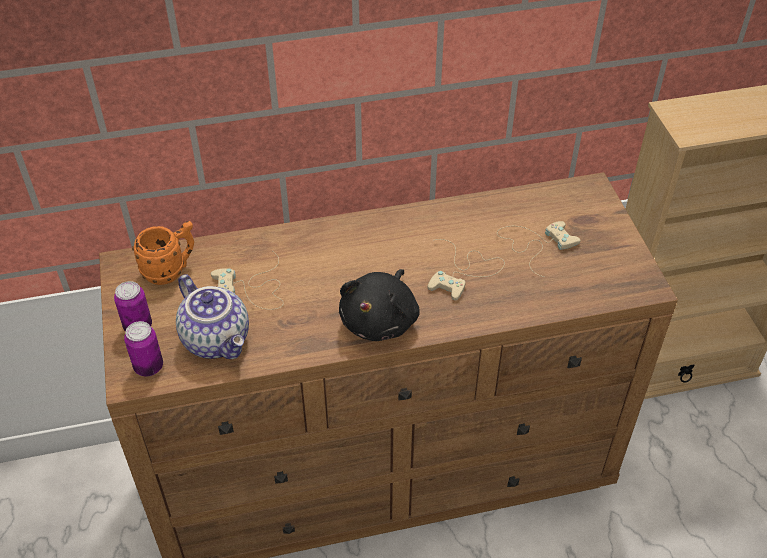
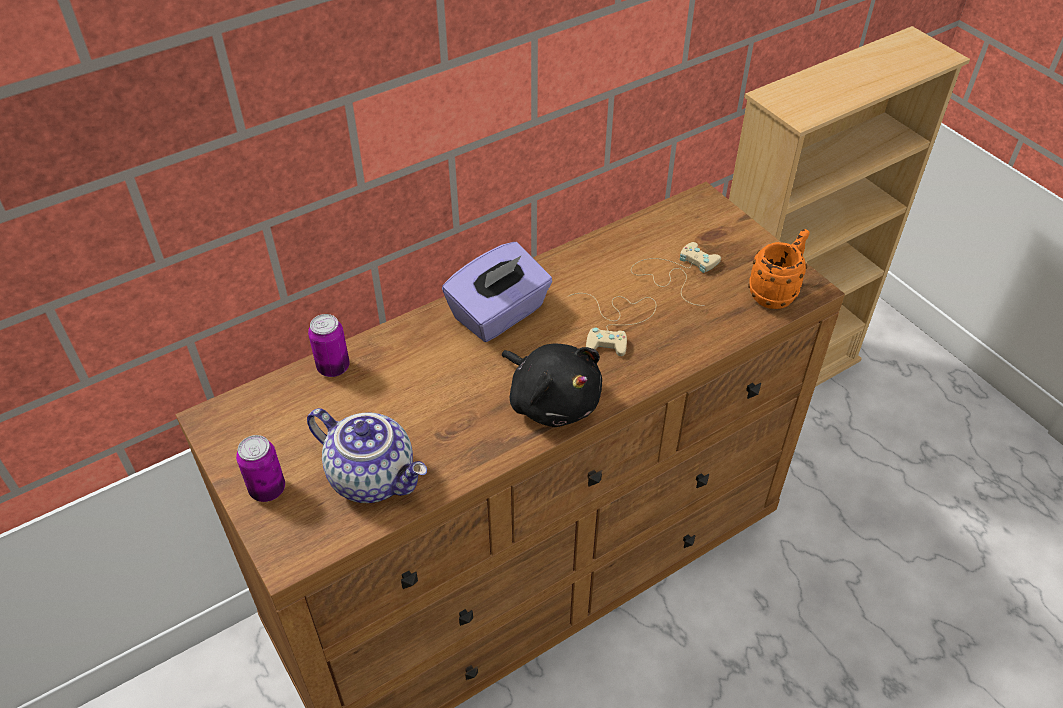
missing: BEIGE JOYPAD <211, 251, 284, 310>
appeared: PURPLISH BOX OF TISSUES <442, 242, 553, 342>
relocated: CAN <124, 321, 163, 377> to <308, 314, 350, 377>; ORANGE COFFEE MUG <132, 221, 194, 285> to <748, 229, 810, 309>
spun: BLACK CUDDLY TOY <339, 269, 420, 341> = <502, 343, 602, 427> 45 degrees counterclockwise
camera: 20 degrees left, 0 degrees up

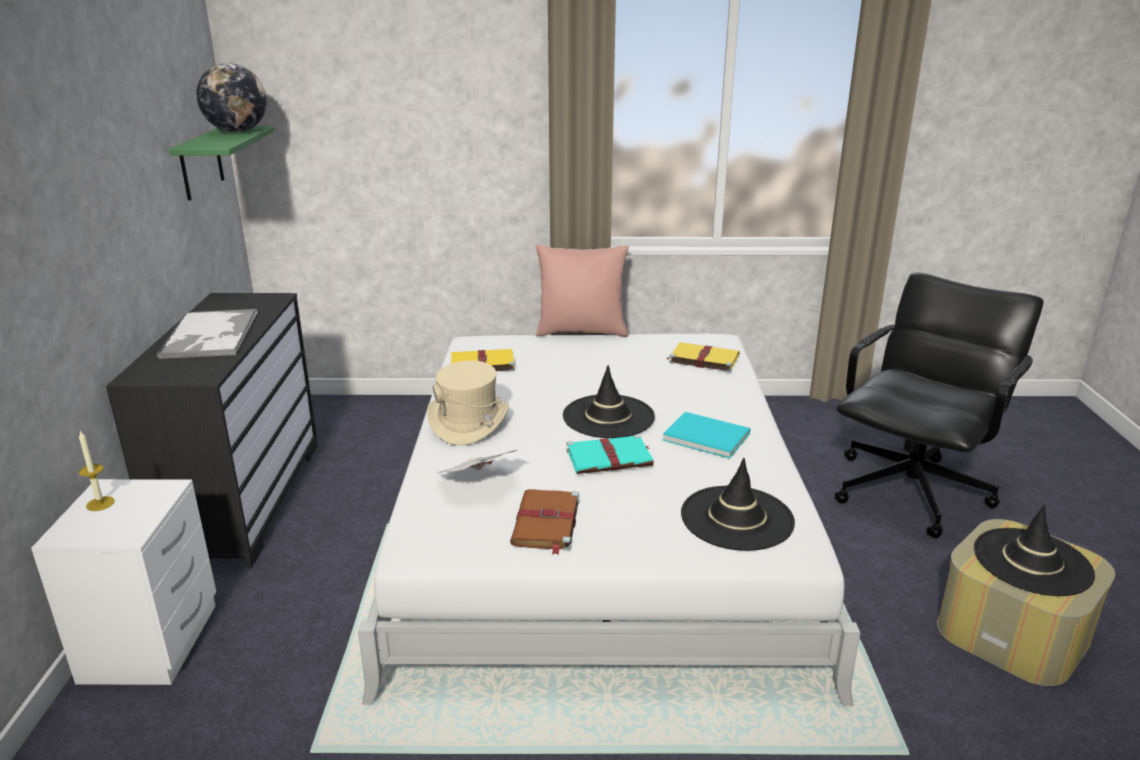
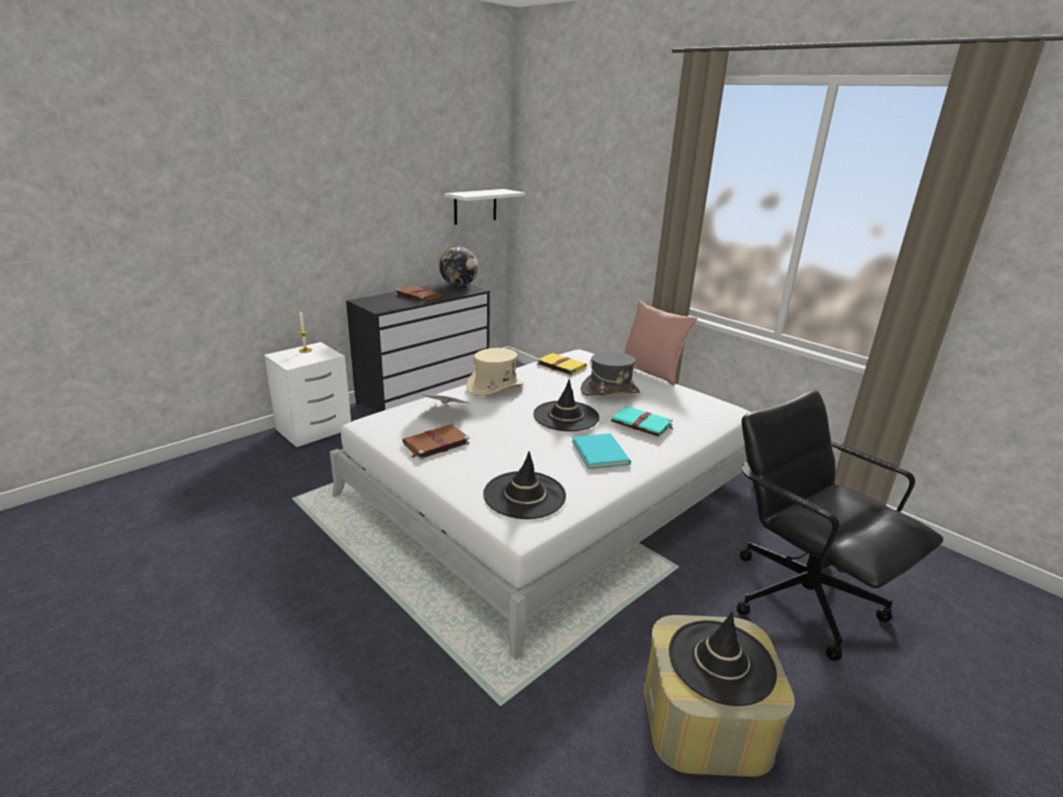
missing: YELLOW BOUND BOOK <666, 342, 740, 372>
appeared: GREYISH HAT <581, 352, 640, 396>
relocated: WORLD GLOBE <197, 63, 267, 132> to <439, 247, 478, 286>; TURQUOISE BOUND BOOK <567, 434, 654, 474> to <611, 405, 674, 437>
exchanged: SERVING TRAY <157, 309, 257, 359> to BROWNISH BOUND BOOK <395, 286, 442, 303>
colour: GREEN-COLOURED BRACKET SHELF <169, 126, 274, 201> to WHITISH BRACKET SHELF <445, 189, 525, 225>
spun: BLACK COMPUTER CHAIR <834, 272, 1043, 538> = <737, 390, 944, 661> 120 degrees counterclockwise
camera: 45 degrees right, 0 degrees up

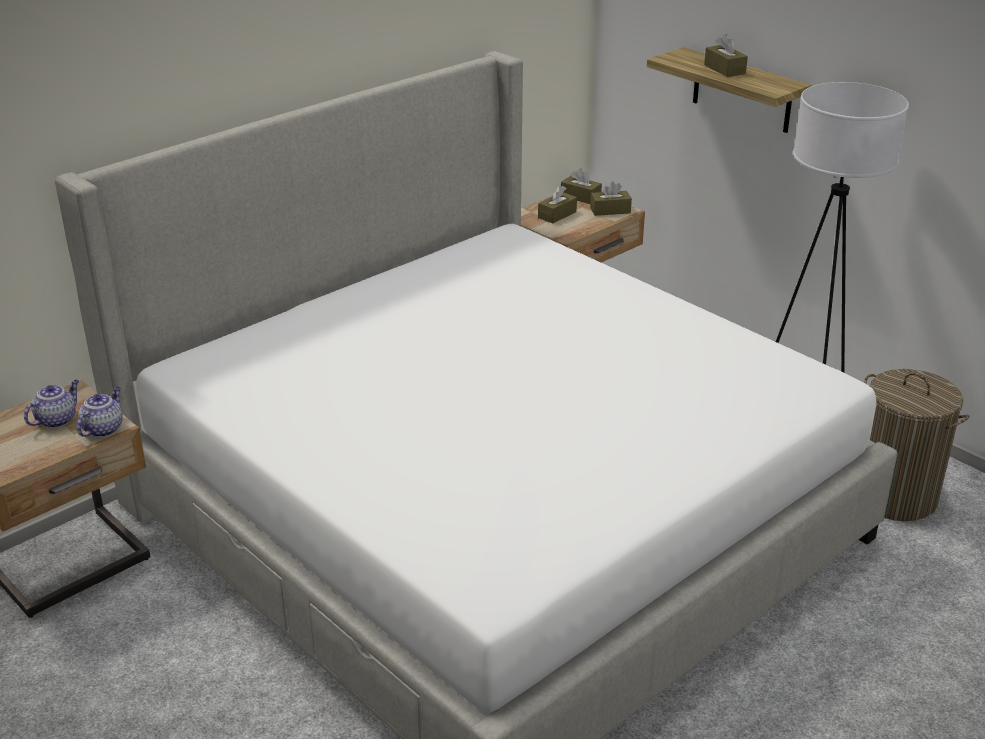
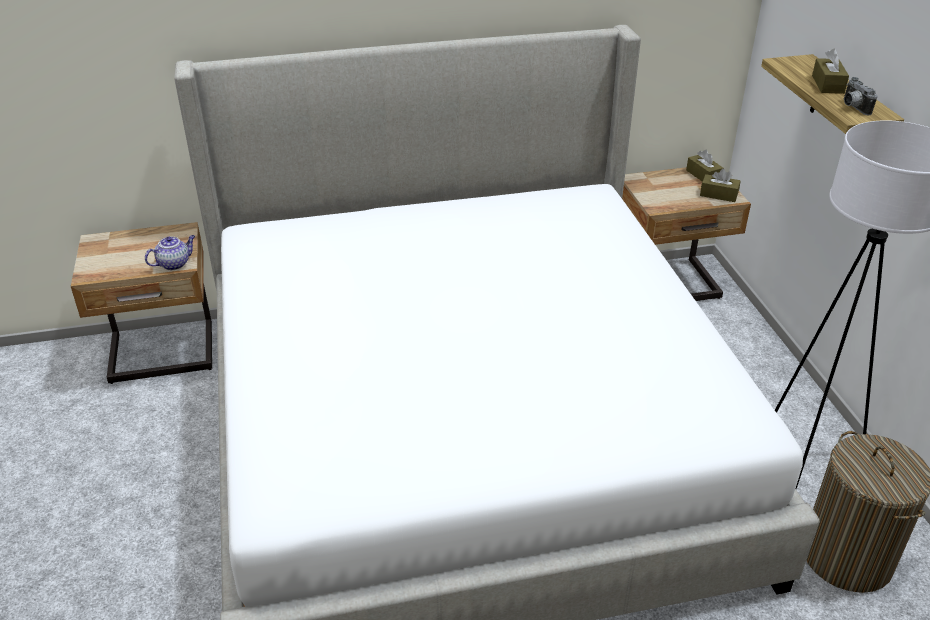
missing: POT FOR TEA <24, 380, 79, 428>; BROWNISH BOX OF TISSUES <538, 186, 577, 223>
appeared: PHOTO CAMERA <844, 77, 878, 115>
camera: 30 degrees right, 5 degrees up

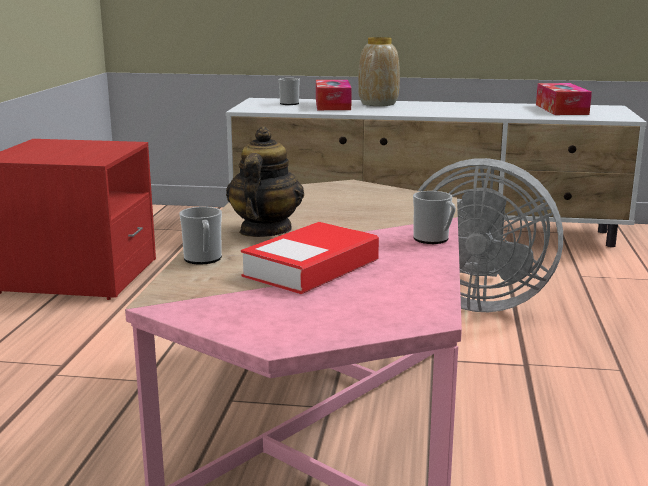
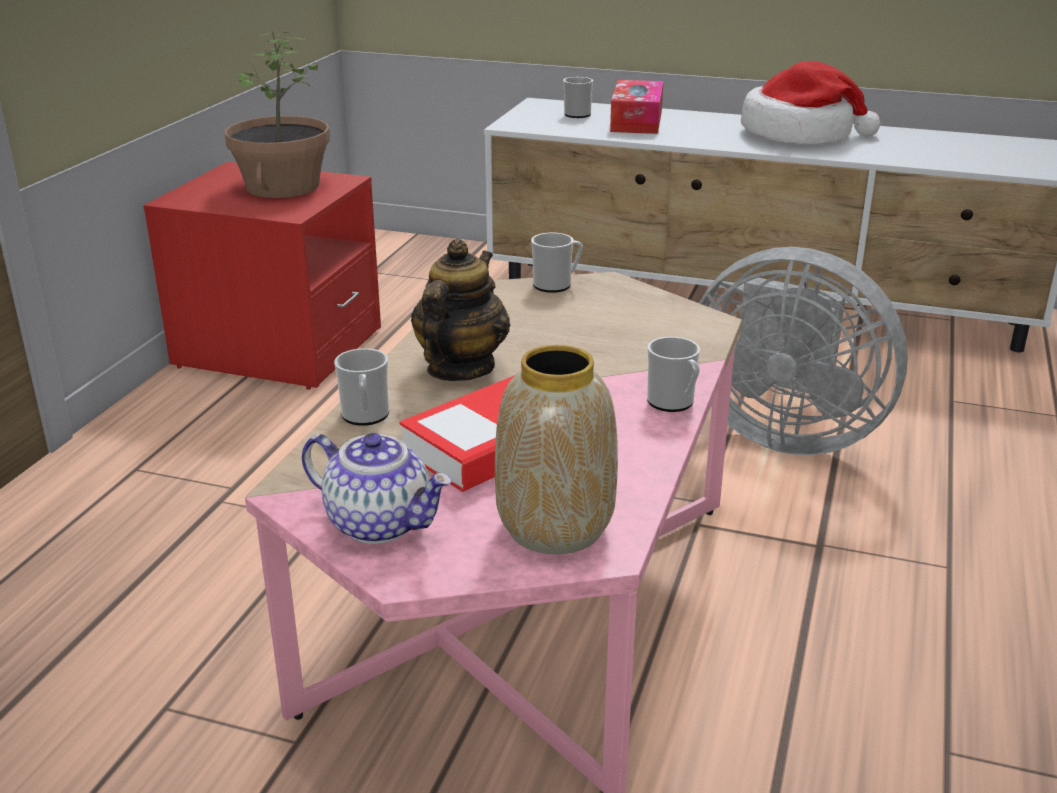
missing: BOX OF TISSUES <536, 83, 592, 115>
appeared: HOUSEPLANT <224, 31, 330, 198>; POT FOR TEA <302, 433, 452, 544>; COFFEE MUG <531, 233, 583, 293>; HAT <741, 61, 880, 144>
relocated: FLOWER VASE <358, 37, 400, 106> to <495, 345, 618, 554>
camera: 10 degrees right, 10 degrees up

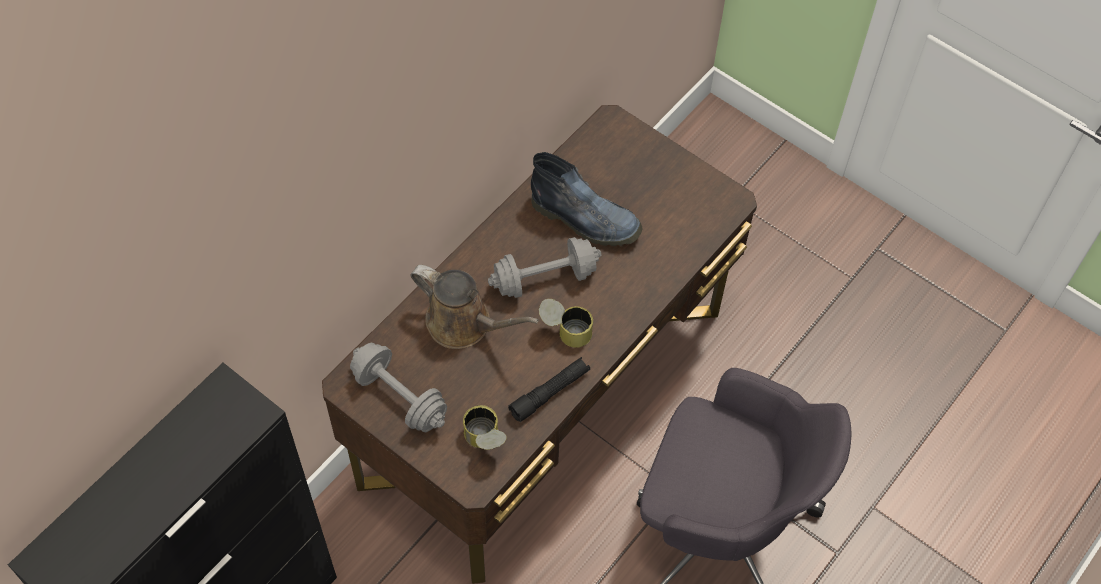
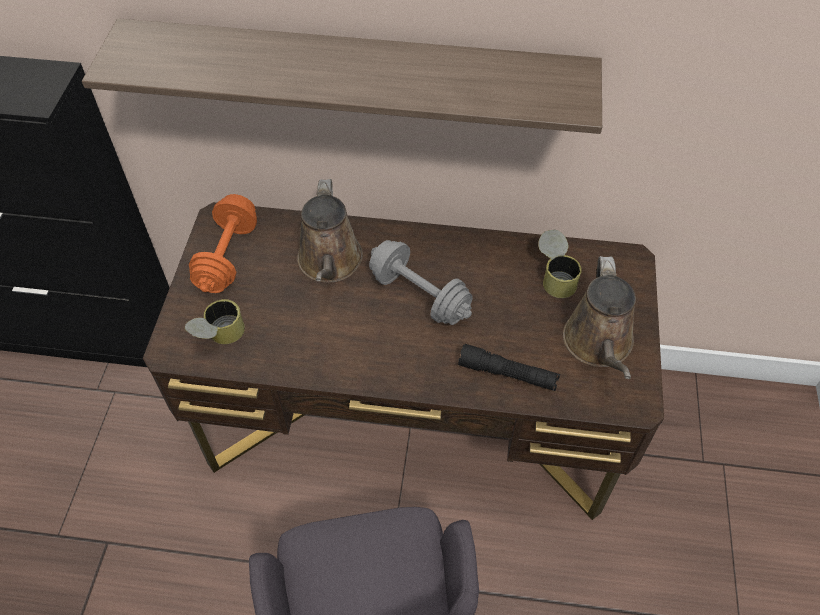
missing: TALL BOOT <531, 152, 643, 246>
appeared: BRACKET SHELF <82, 18, 602, 134>; BROWNISH WATERING CAN <563, 256, 636, 379>
relocated: BLACK FLASHLIGHT <508, 357, 590, 422> to <458, 344, 560, 391>; CAN <539, 299, 593, 348> to <538, 230, 582, 298>
colour: GREYISH HAND WEIGHT <350, 342, 447, 432> to ORANGE HAND WEIGHT <189, 194, 257, 293>
camera: 60 degrees right, 5 degrees down

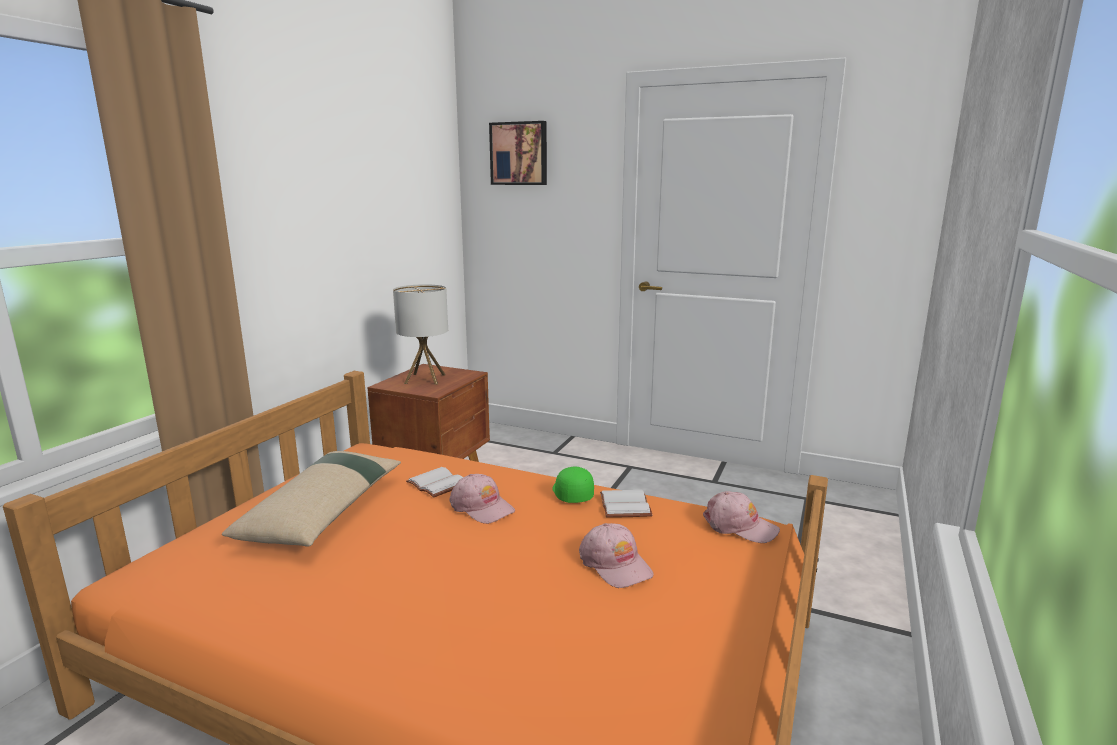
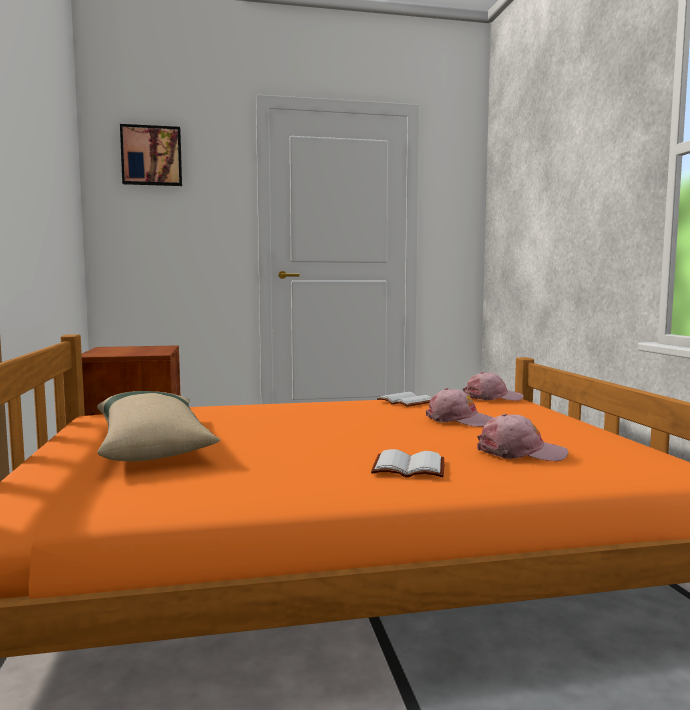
missing: TABLE LAMP <393, 284, 448, 385>; GREEN-COLOURED BASEBALL CAP <552, 467, 594, 503>
relocated: WHITISH BOUND BOOK <406, 467, 463, 498> to <371, 449, 444, 477>; PINKISH BASEBALL CAP <449, 474, 515, 524> to <477, 414, 568, 461>
camera: 35 degrees left, 10 degrees down

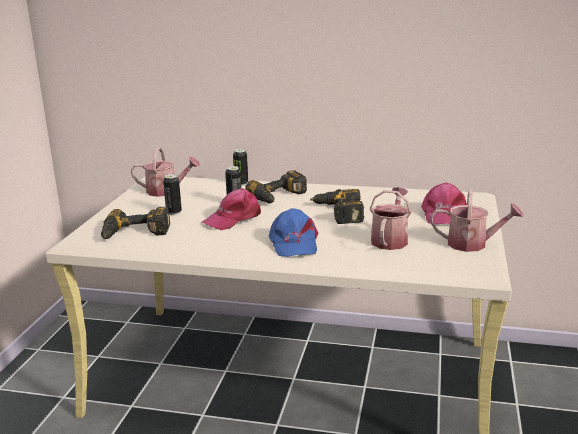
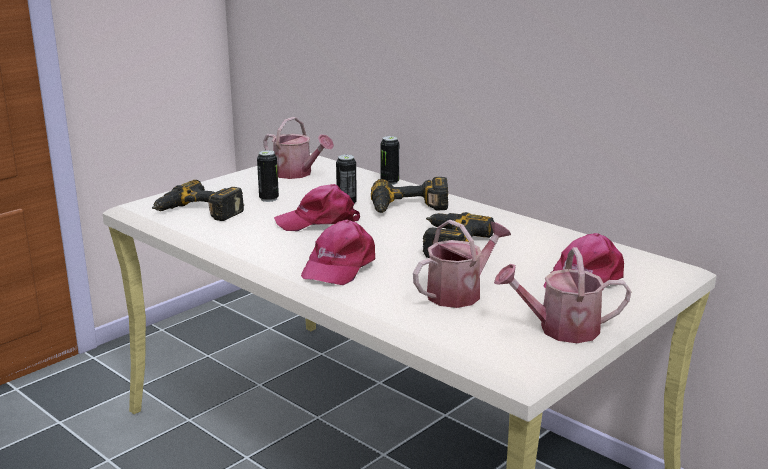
colour: BLUE-COLOURED BASEBALL CAP <269, 208, 318, 257> to PINKISH BASEBALL CAP <301, 220, 376, 285>
spun: WATERING CAN <430, 190, 524, 252> = <494, 247, 632, 343> 135 degrees clockwise
camera: 30 degrees right, 0 degrees up

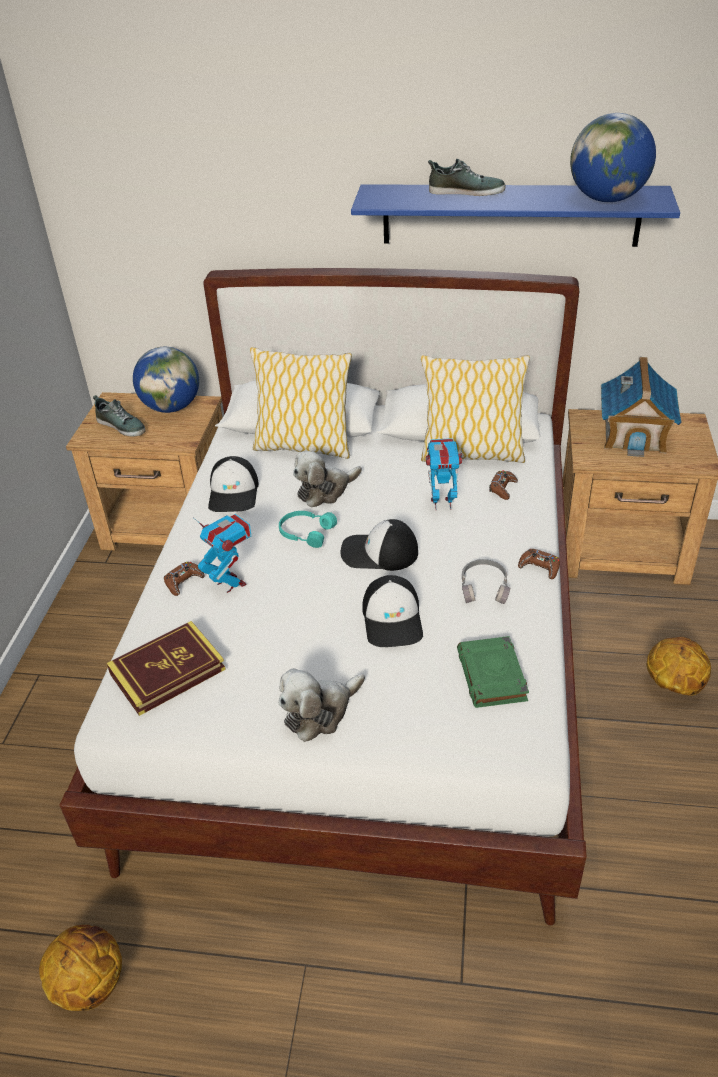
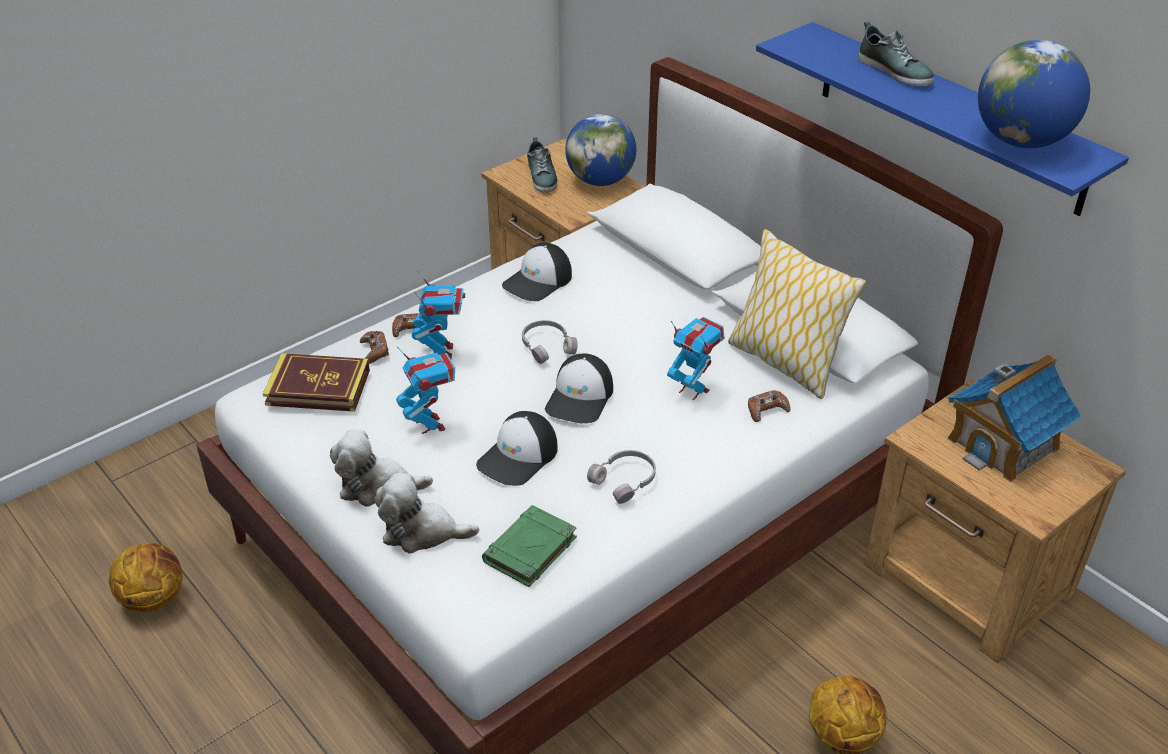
missing: THROW PILLOW <250, 347, 352, 459>
appeared: ROBOT FIGURE <396, 347, 455, 434>
relocated: CUDDLY TOY <293, 451, 362, 508> to <374, 473, 479, 553>; BROWNISH JOYPAD <518, 549, 560, 579> to <360, 331, 389, 364>
colour: TURQUOISE HEADPHONES <279, 511, 337, 548> to GREYISH HEADPHONES <522, 320, 578, 364>
spun: BASEBALL CAP <341, 519, 418, 571> = <545, 354, 613, 424> 120 degrees counterclockwise
camera: 40 degrees right, 0 degrees up

